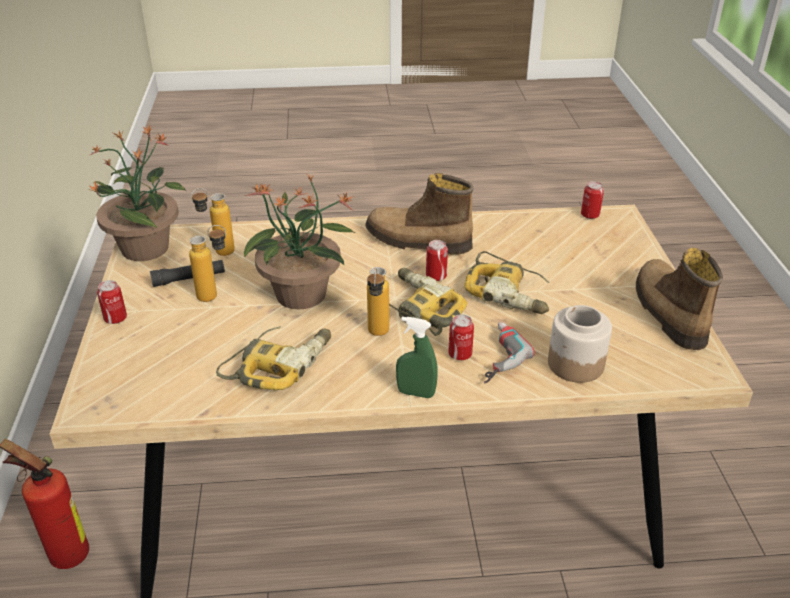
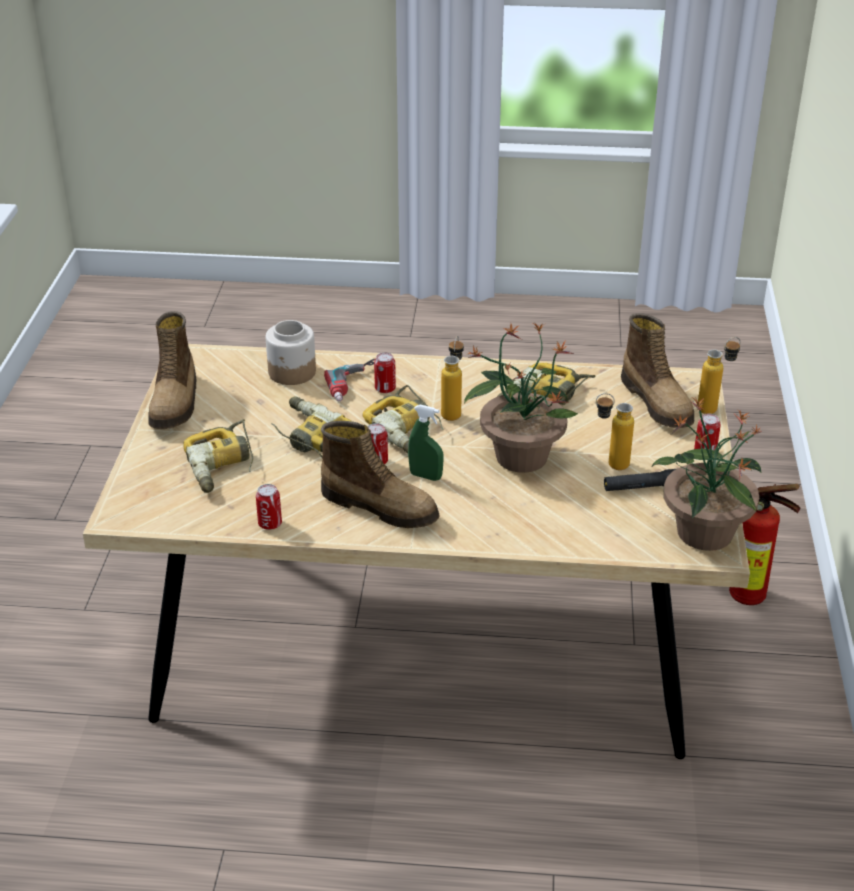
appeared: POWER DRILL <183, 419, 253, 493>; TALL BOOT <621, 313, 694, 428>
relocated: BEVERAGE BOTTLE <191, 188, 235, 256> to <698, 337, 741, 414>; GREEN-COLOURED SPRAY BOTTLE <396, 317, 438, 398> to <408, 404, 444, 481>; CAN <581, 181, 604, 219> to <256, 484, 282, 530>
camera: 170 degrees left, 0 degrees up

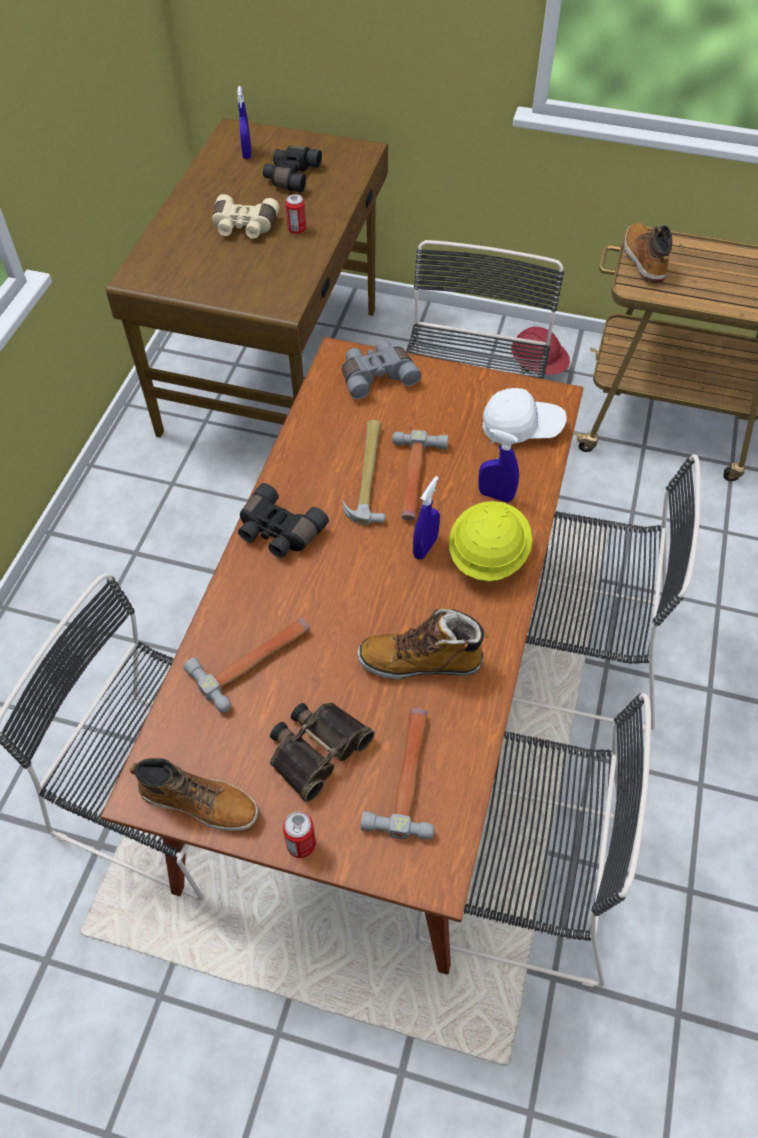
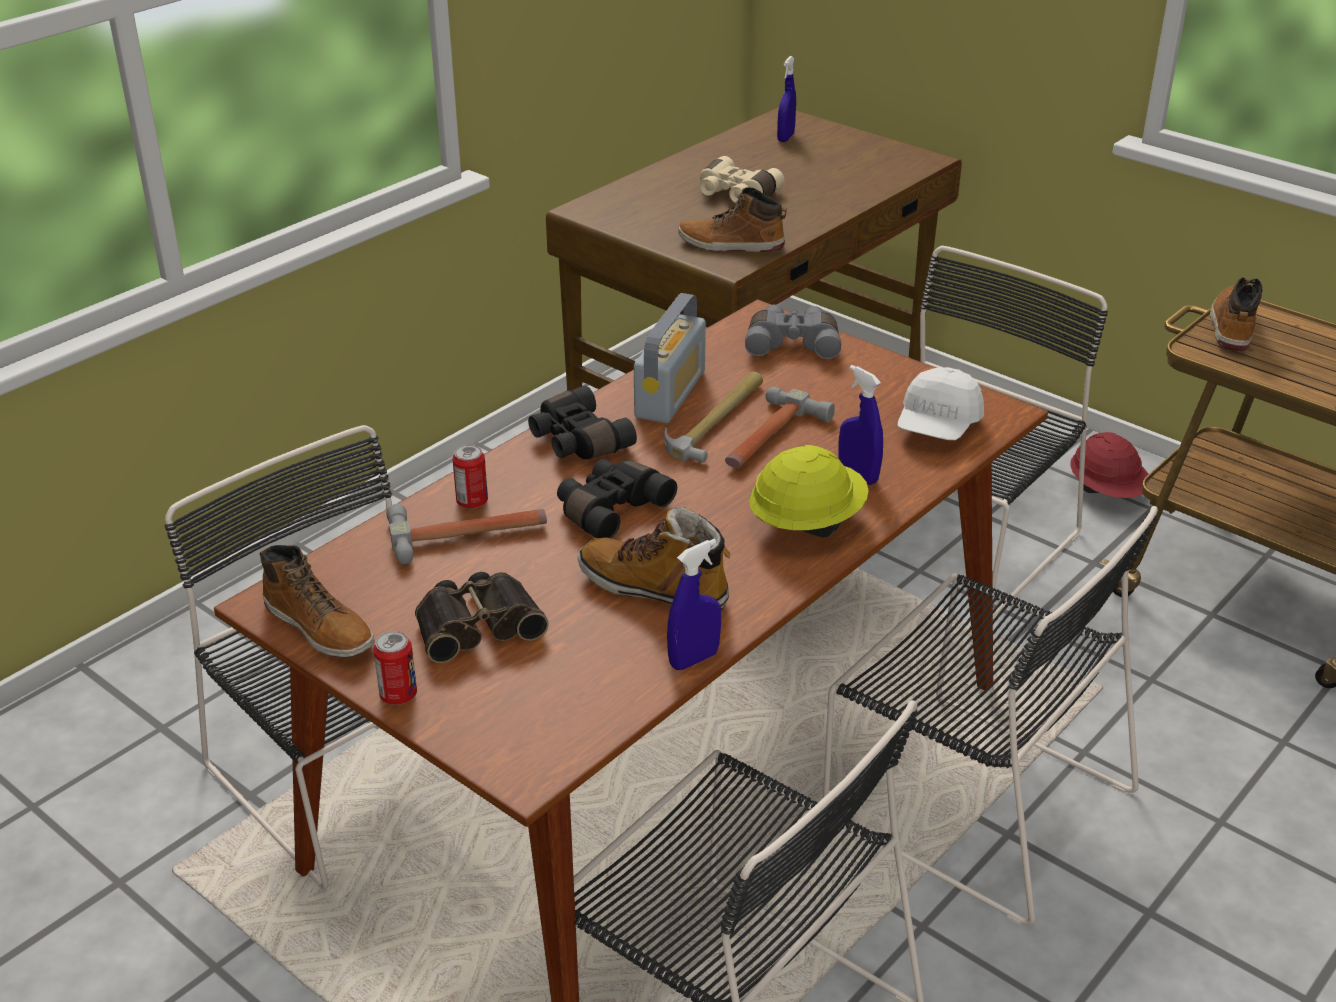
missing: TOOL HAMMER <361, 708, 435, 840>
appeared: RADIO SET <634, 293, 706, 423>; TALL BOOT <678, 187, 787, 252>
relocated: BLACK BINOCULARS <263, 146, 322, 193> to <557, 459, 677, 539>; CAN <285, 194, 306, 234> to <452, 445, 488, 508>; BLUE-COLOURED SPRAY BOTTLE <413, 476, 440, 560> to <667, 539, 721, 670>
spun: WHITISH BASEBALL CAP <483, 388, 567, 444> = <898, 367, 984, 440> 90 degrees clockwise
camera: 25 degrees right, 20 degrees down

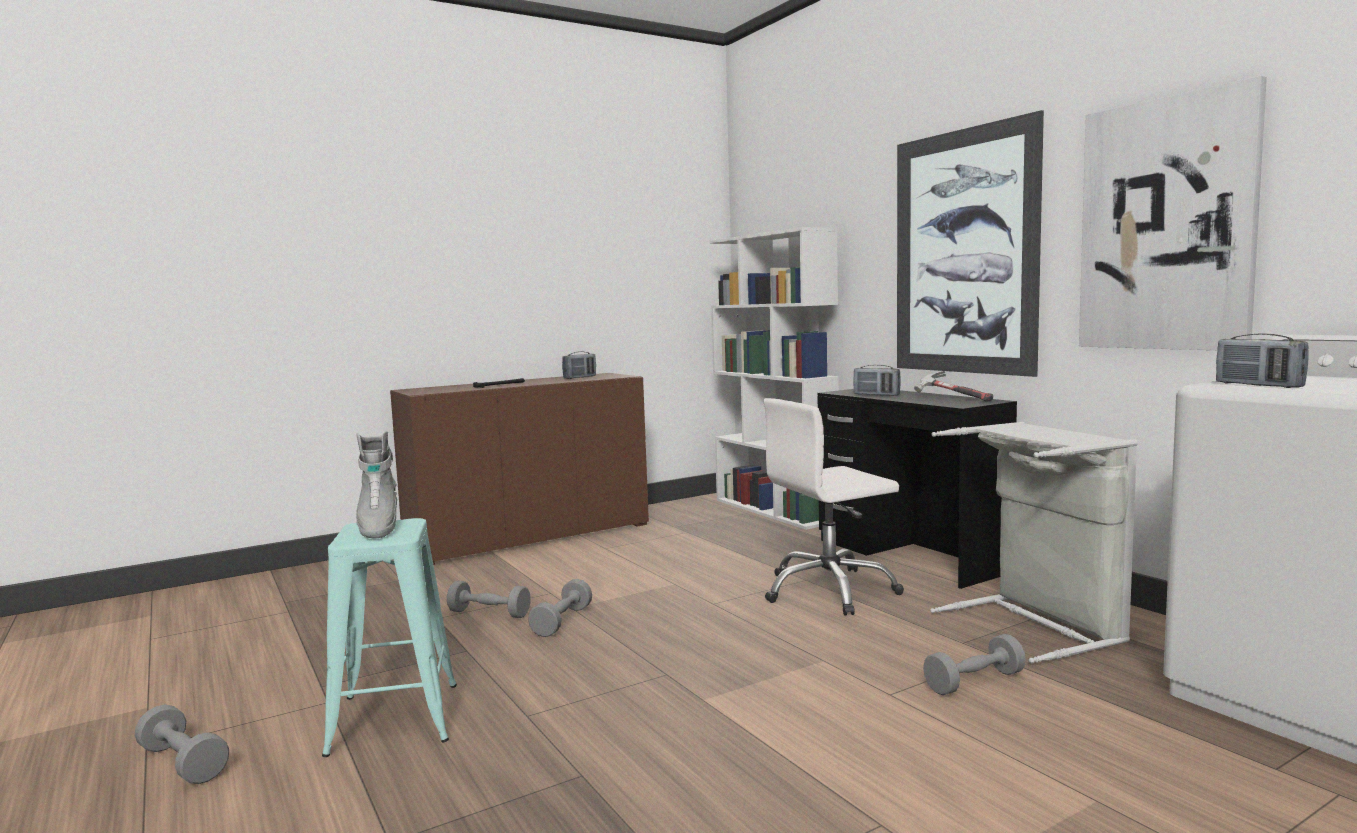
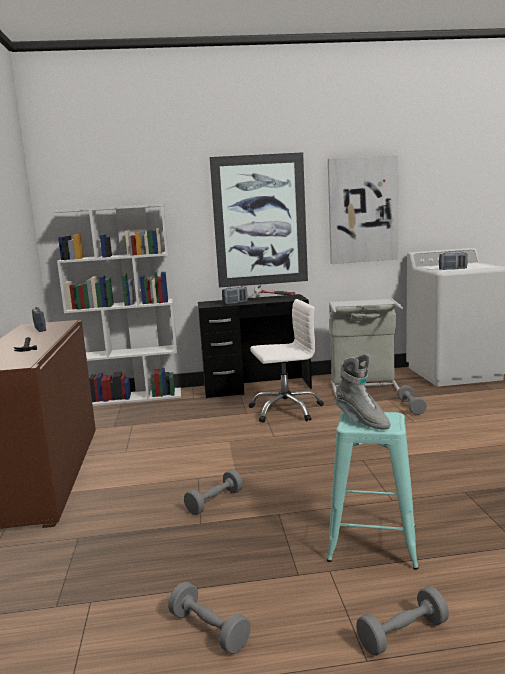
relocated: GREYISH HAND WEIGHT <528, 579, 592, 637> to <168, 582, 251, 654>
spun: GREYISH TALL BOOT <356, 431, 397, 538> = <335, 354, 391, 430> 45 degrees clockwise; WHITISH COMPUTER CHAIR <764, 398, 904, 615> = <249, 299, 324, 423> 105 degrees counterclockwise
camera: 65 degrees left, 5 degrees up

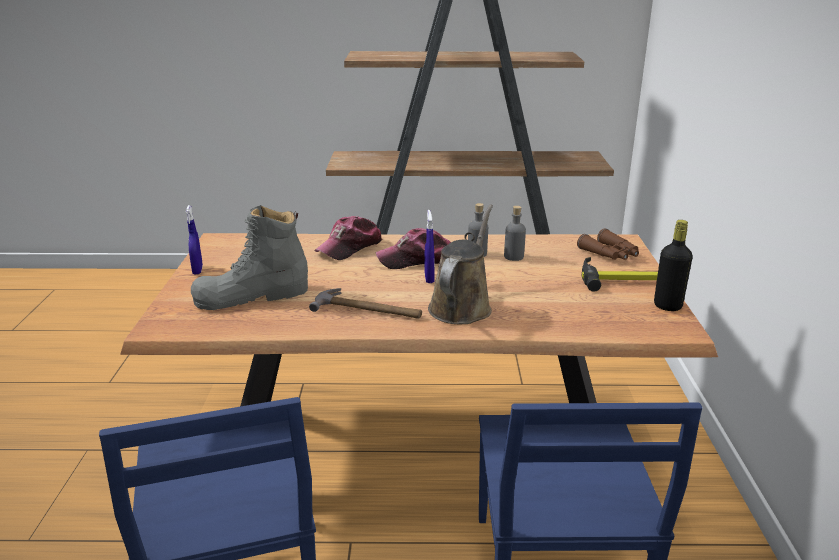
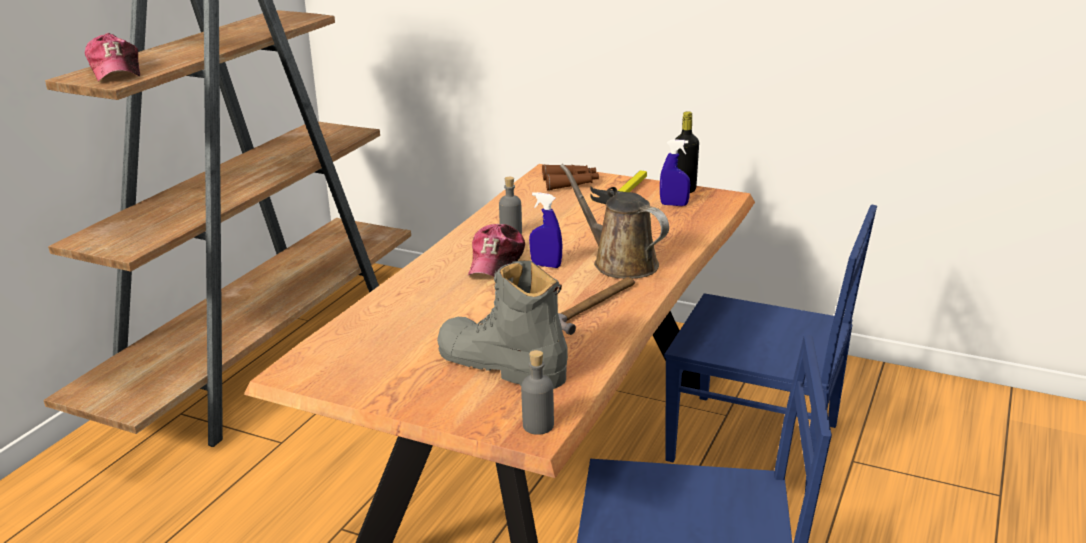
relocated: BLUE-COLOURED SPRAY BOTTLE <186, 205, 203, 274> to <660, 139, 690, 206>; BASEBALL CAP <314, 216, 382, 260> to <85, 33, 140, 81>; GREYISH BEVERAGE BOTTLE <504, 206, 526, 261> to <521, 350, 554, 435>
spun: GREYISH TALL BOOT <191, 205, 308, 310> = <437, 261, 568, 389> 120 degrees clockwise
camera: 65 degrees left, 0 degrees up

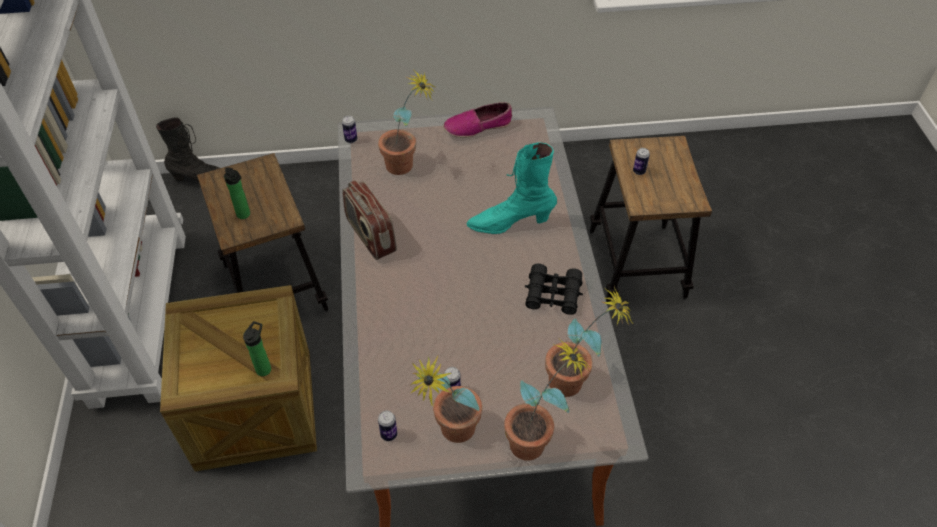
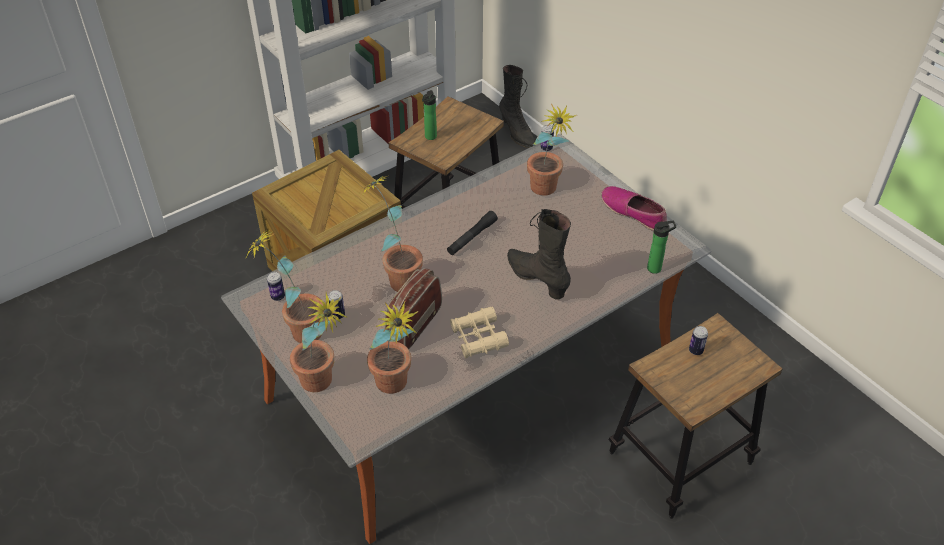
appeared: HOUSEPLANT <362, 176, 423, 292>; BLACK FLASHLIGHT <447, 211, 498, 255>
relocated: BEVERAGE BOTTLE <243, 321, 271, 376> to <647, 221, 676, 274>; RADIO SET <342, 180, 397, 260> to <385, 268, 442, 349>
colour: TURQUOISE TALL BOOT <466, 142, 557, 234> to BLACK TALL BOOT <507, 209, 571, 300>; BLACK BINOCULARS <525, 263, 583, 315> to BEIGE BINOCULARS <450, 307, 509, 359>
camera: 60 degrees right, 5 degrees down

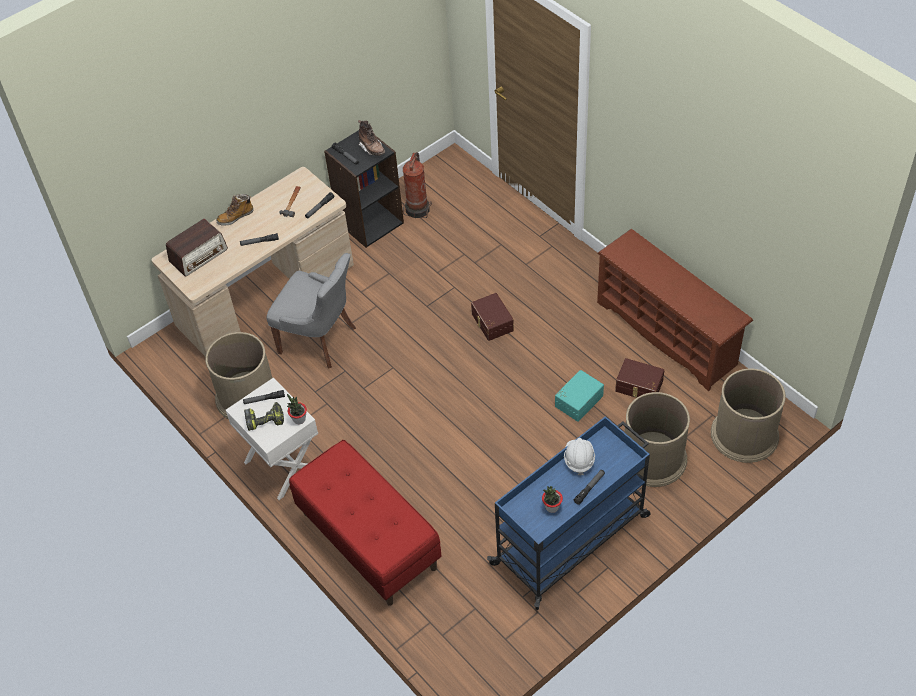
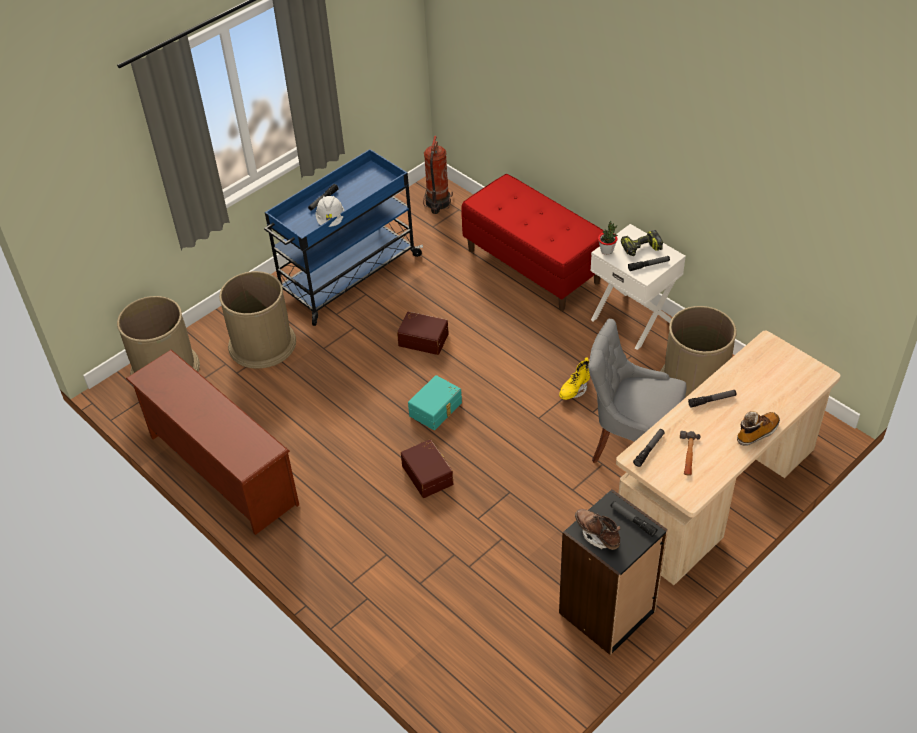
missing: RADIO SET <166, 219, 228, 276>; HOUSEPLANT <542, 486, 563, 513>
appeared: YELLOW TALL BOOT <559, 358, 590, 400>
relocated: FIRE EXTINGUISHER <403, 152, 432, 218> to <423, 135, 453, 214>; TURQUOISE STORAGE CONTAINER <555, 370, 604, 422> to <408, 375, 462, 430>; BROWNISH STORAGE CONTAINER <615, 358, 664, 398> to <397, 311, 449, 355>
camera: 175 degrees right, 5 degrees down

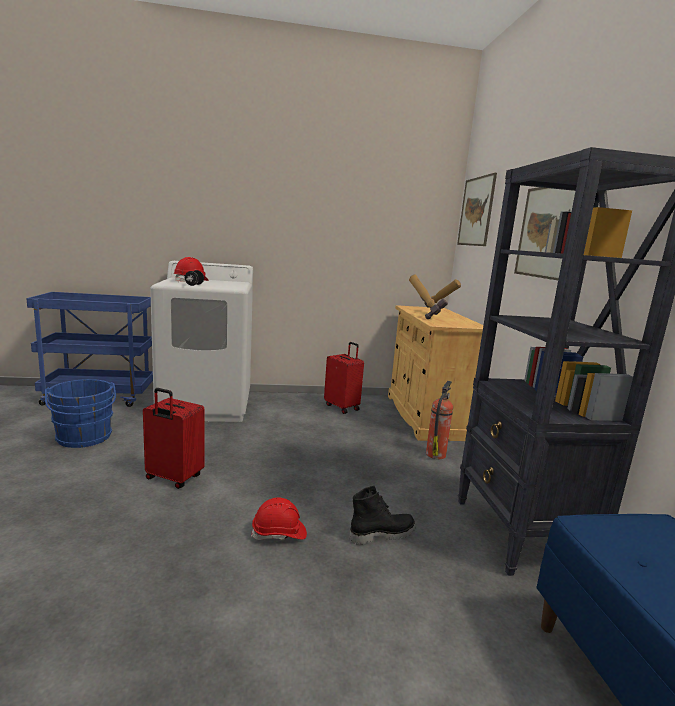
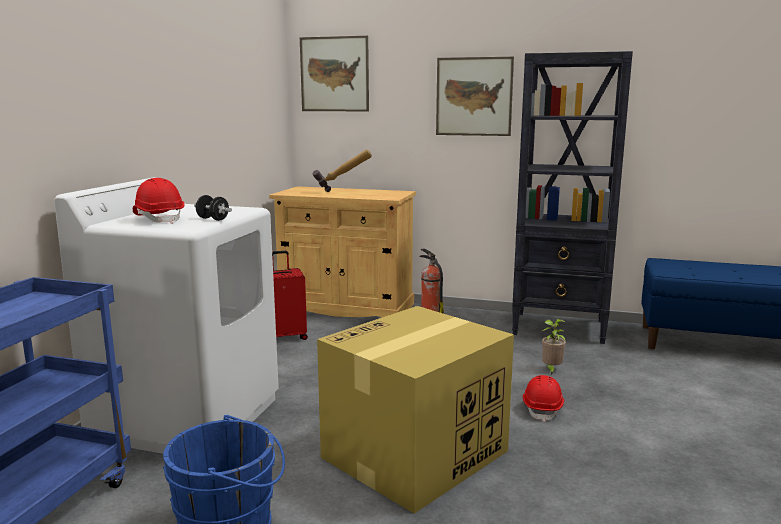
missing: TOOL HAMMER <409, 274, 448, 319>
exchanged: REDDISH PIECE OF LUGGAGE <143, 388, 205, 489> to PACKING BOX <317, 306, 514, 513>; BLACK TALL BOOT <349, 486, 415, 545> to HOUSEPLANT <542, 319, 567, 374>
camera: 65 degrees left, 0 degrees up

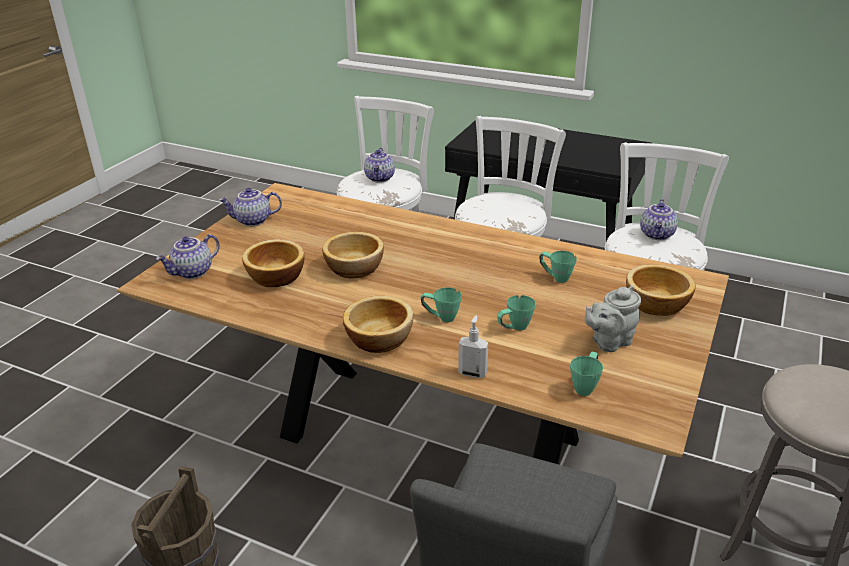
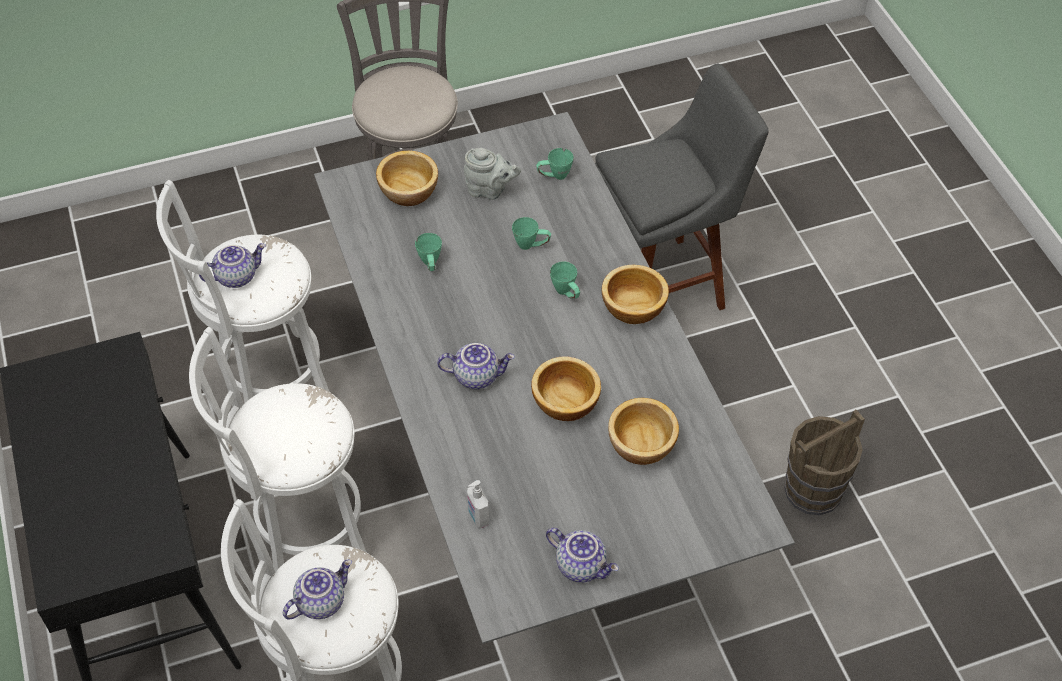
relocated: POT FOR TEA <156, 234, 220, 279> to <437, 343, 515, 389>; SOAP BOTTLE <458, 315, 488, 378> to <467, 480, 489, 528>
colour: BROWNISH DINING TABLE <117, 183, 729, 464> to GREYISH DINING TABLE <314, 112, 795, 644>
camera: 135 degrees left, 20 degrees up

